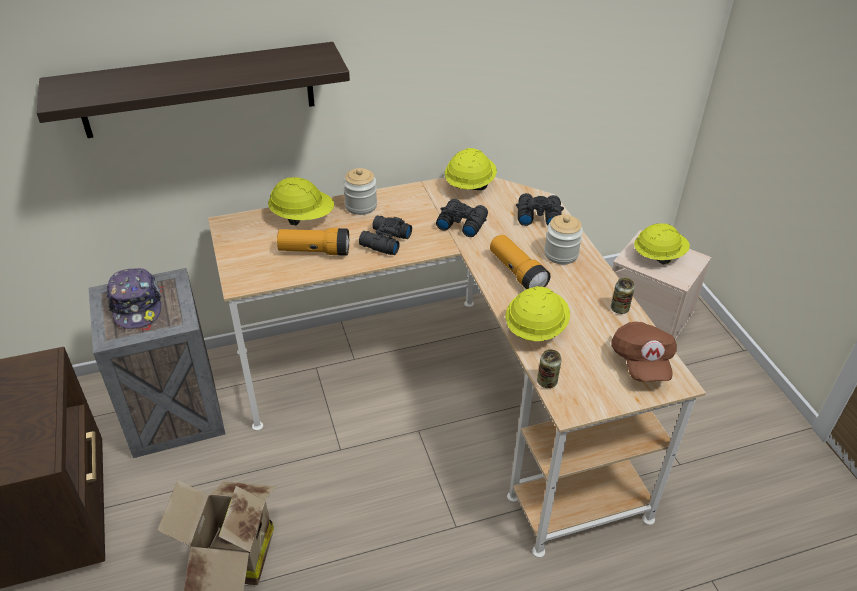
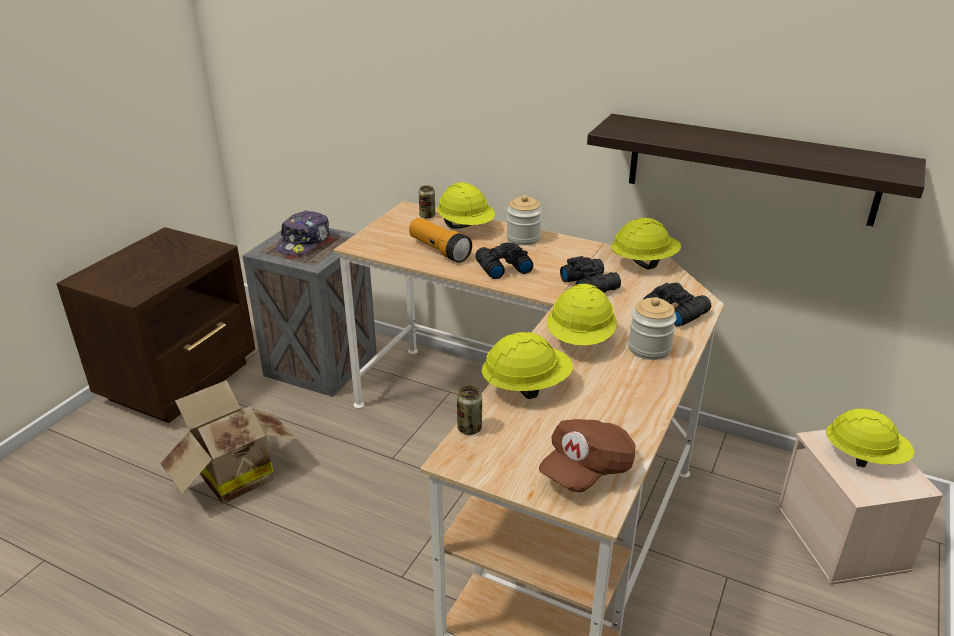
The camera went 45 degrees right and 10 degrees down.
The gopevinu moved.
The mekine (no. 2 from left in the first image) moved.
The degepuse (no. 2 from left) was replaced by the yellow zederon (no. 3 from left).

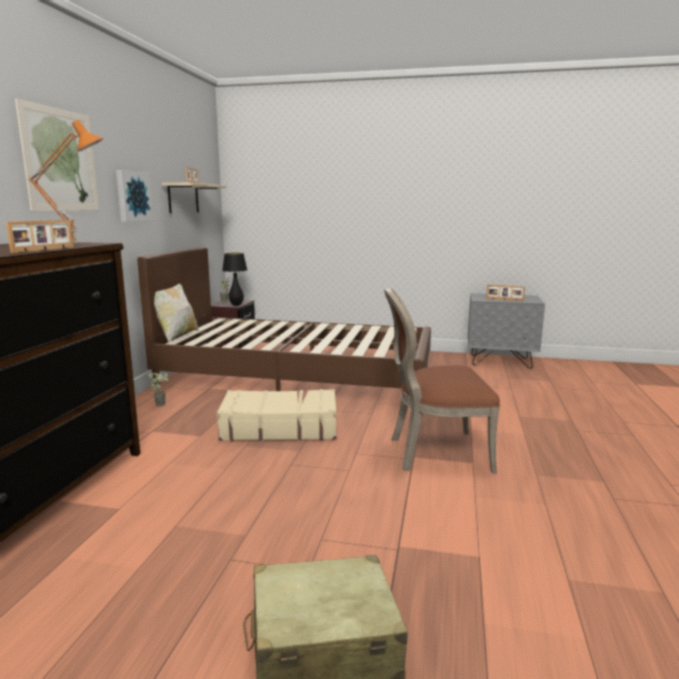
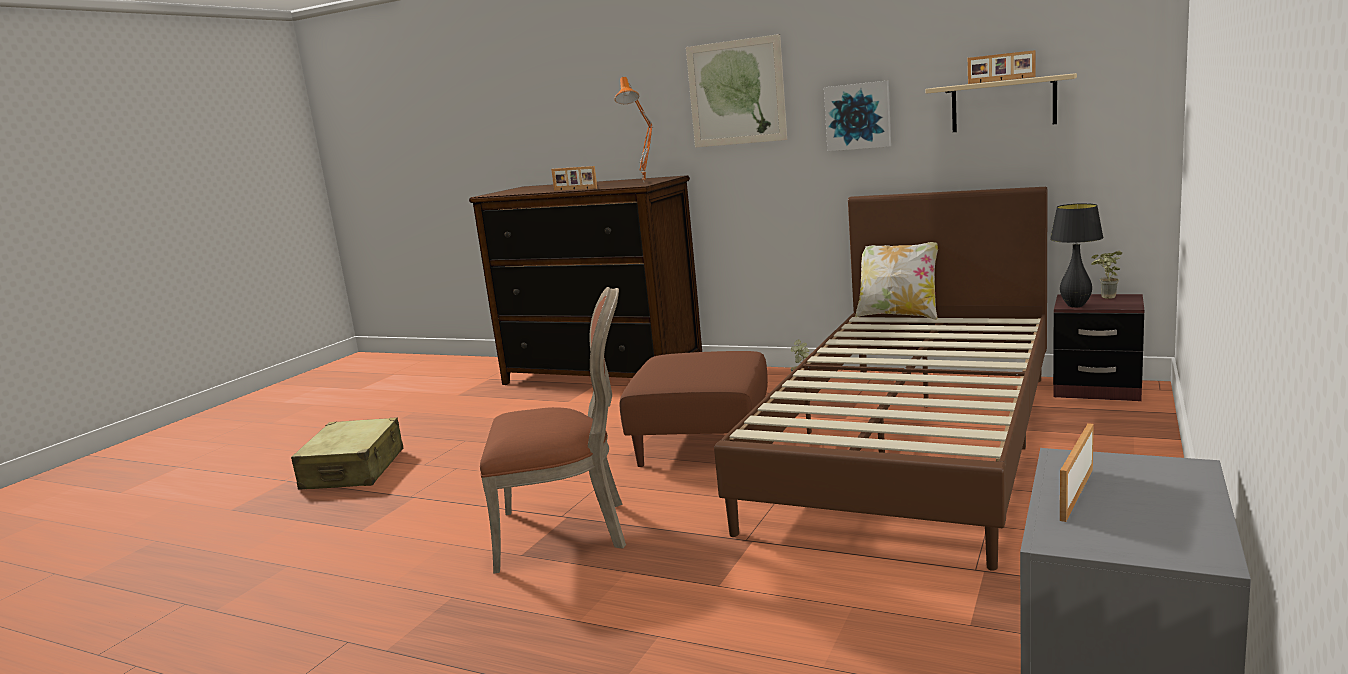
The camera went 105 degrees right and 0 degrees up.
The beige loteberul (no. 1 from left) was replaced by the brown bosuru.
The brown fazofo turned 75 degrees clockwise.

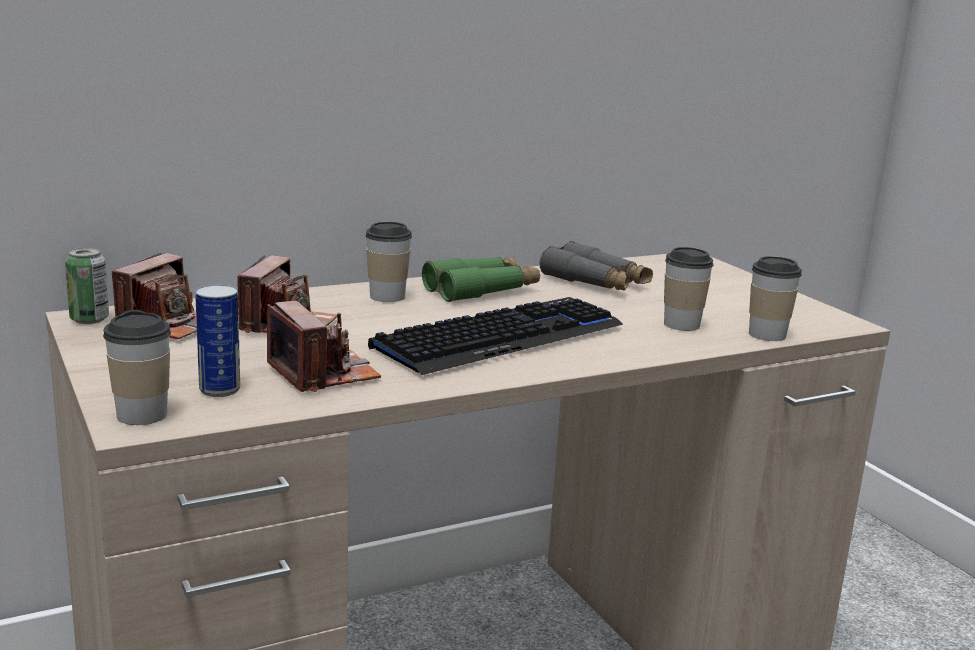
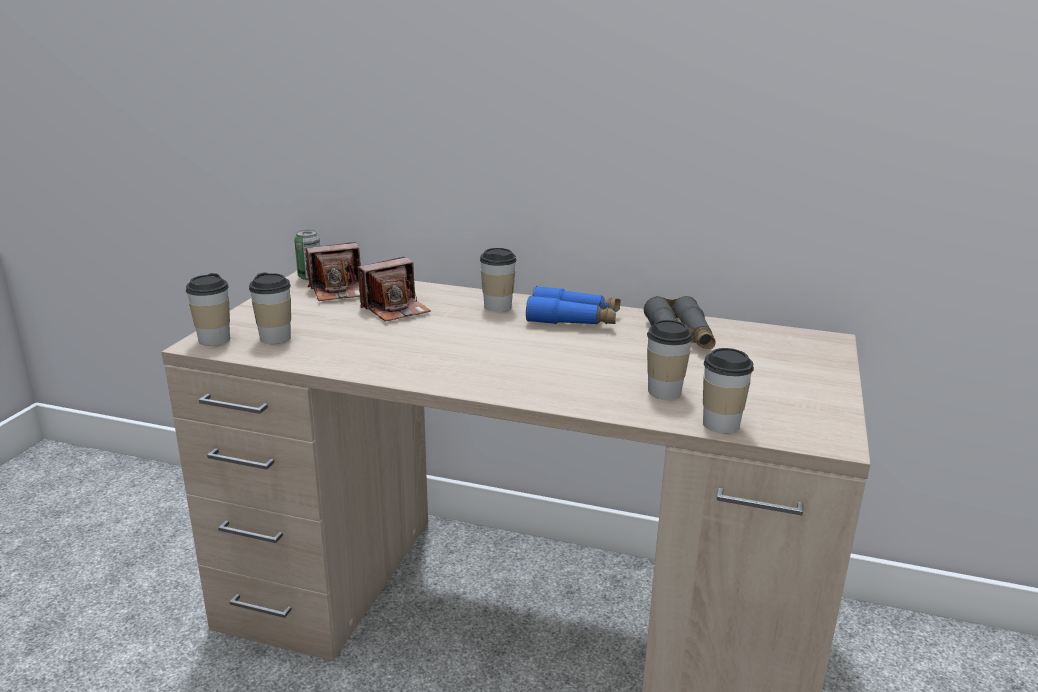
The camera went 45 degrees right and 5 degrees up.
The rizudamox (no. 3 from left) disappeared.
The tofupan disappeared.
The mekine (no. 2 from left) was replaced by the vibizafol (no. 2 from left).
The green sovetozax became the blue sovetozax.

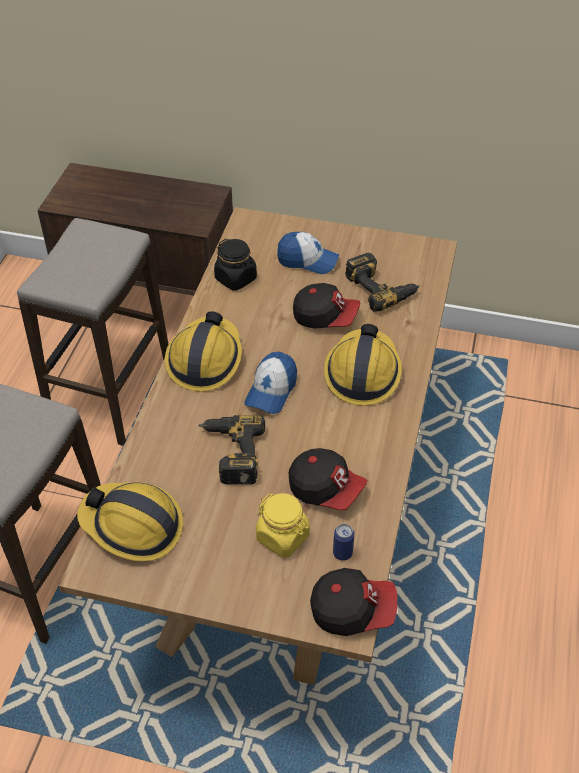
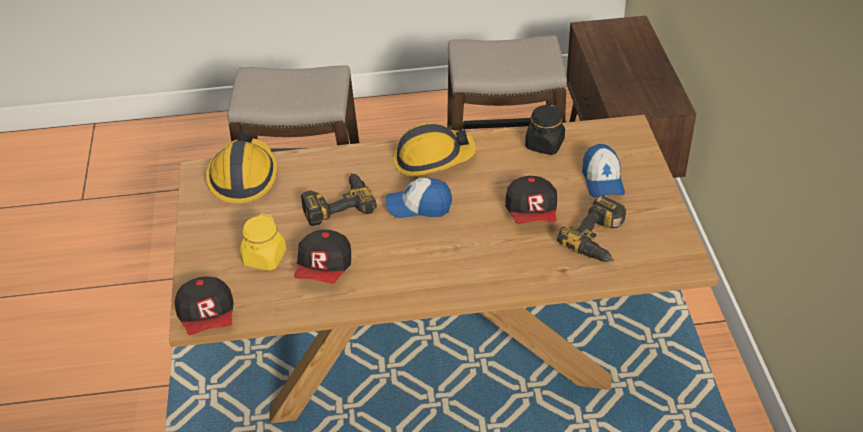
The camera went 70 degrees right and 5 degrees down.
The zederon (no. 3 from left) disappeared.
The mekine disappeared.

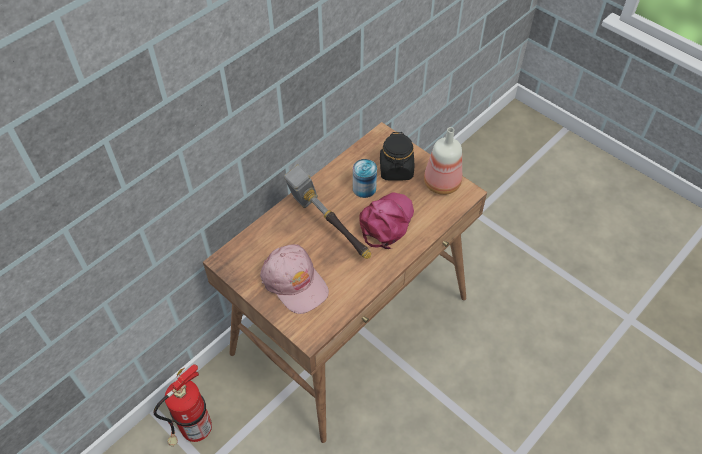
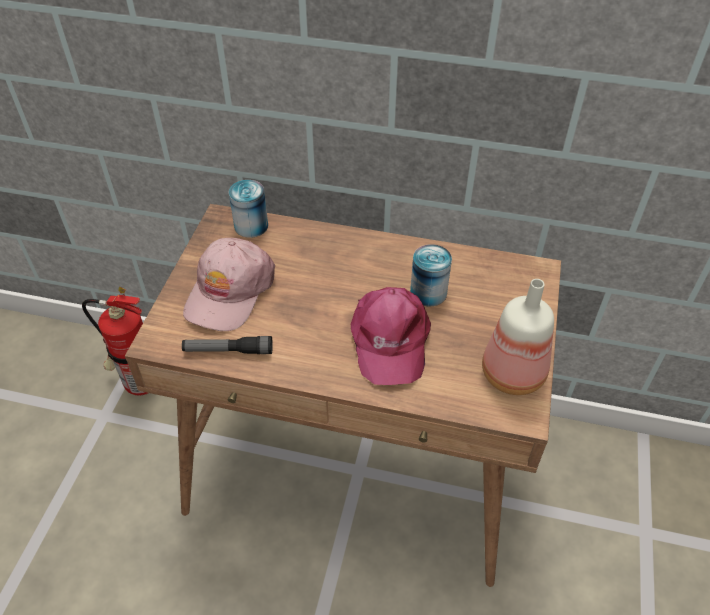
The camera went 60 degrees right and 5 degrees down.
The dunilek disappeared.
The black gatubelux disappeared.
The degepuse appeared.
The mekine (no. 1 from left) appeared.
The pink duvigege (no. 2 from left) turned 90 degrees clockwise.

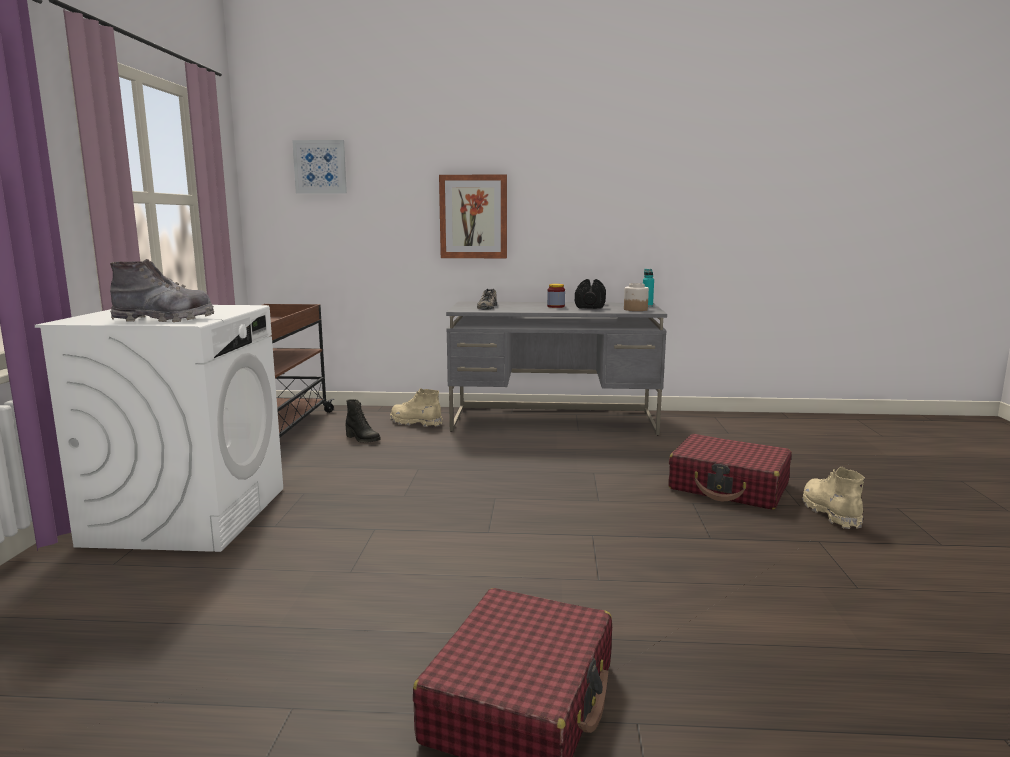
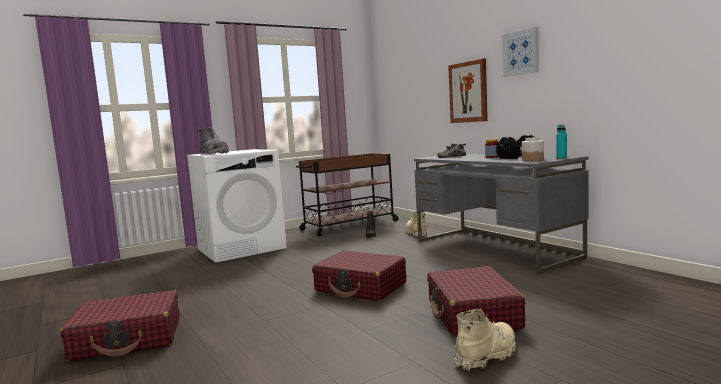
The camera went 55 degrees right and 5 degrees down.
The red loteberul (no. 2 from left) appeared.
The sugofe (no. 1 from left in the first image) moved.

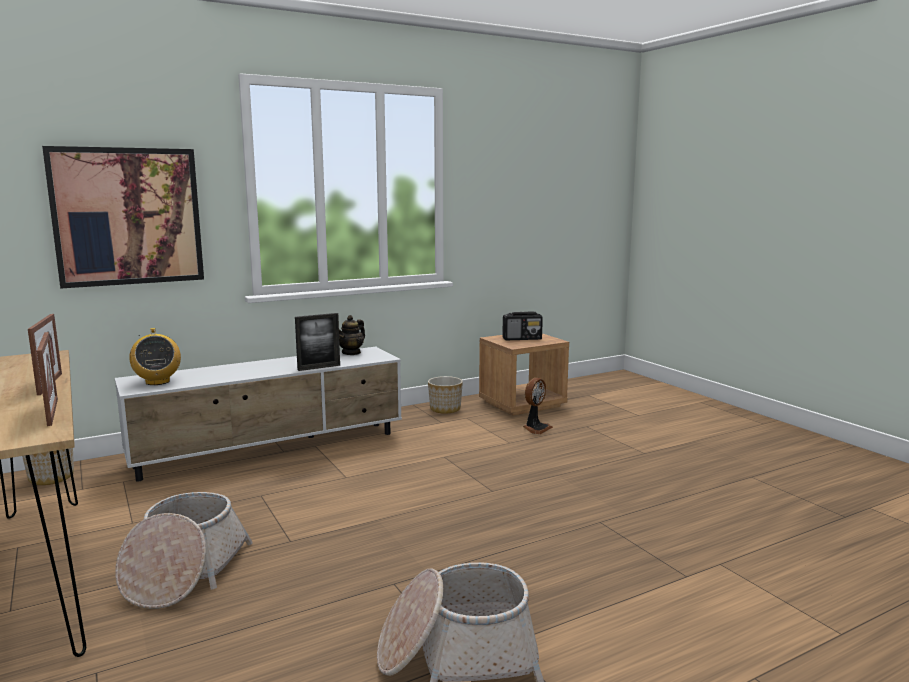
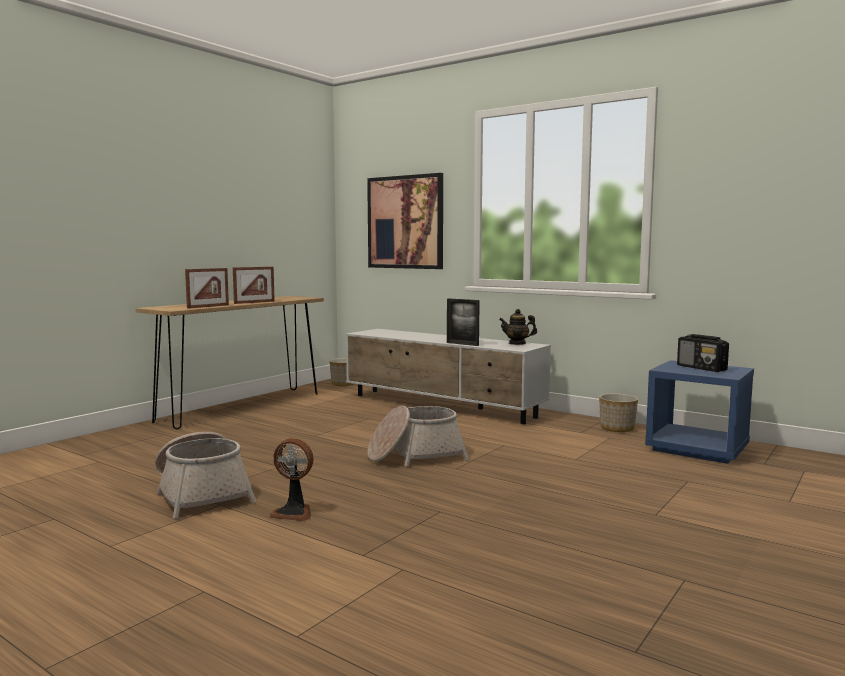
The camera went 65 degrees right and 5 degrees down.
The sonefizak (no. 1 from left) disappeared.
The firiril (no. 1 from left in the first image) moved.
The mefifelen moved.
The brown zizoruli became the blue zizoruli.

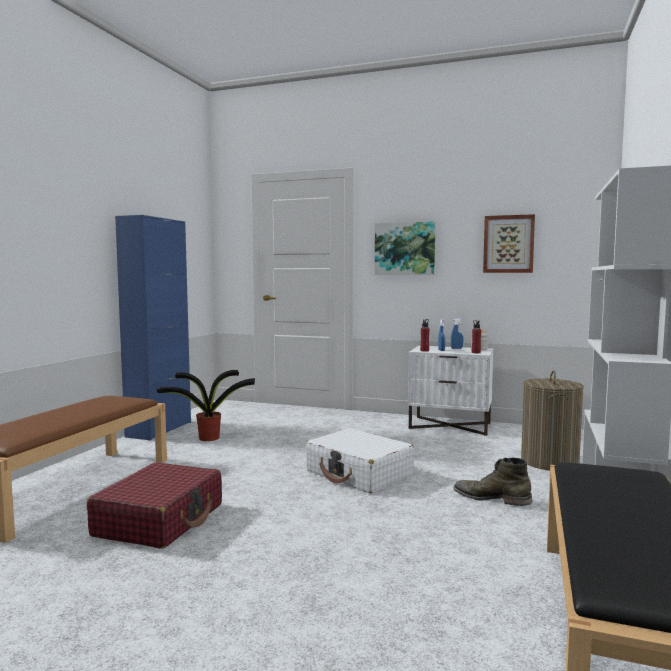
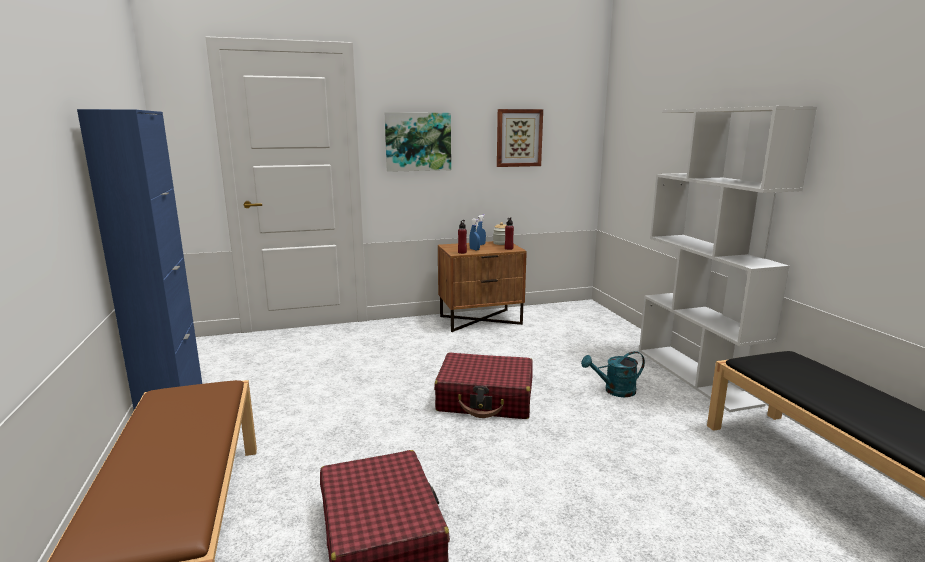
The camera went 35 degrees left and 10 degrees up.
The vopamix disappeared.
The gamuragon disappeared.
The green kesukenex was replaced by the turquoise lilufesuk.
The white loteberul became the red loteberul (no. 2 from left).
The white zizoruli became the brown zizoruli.

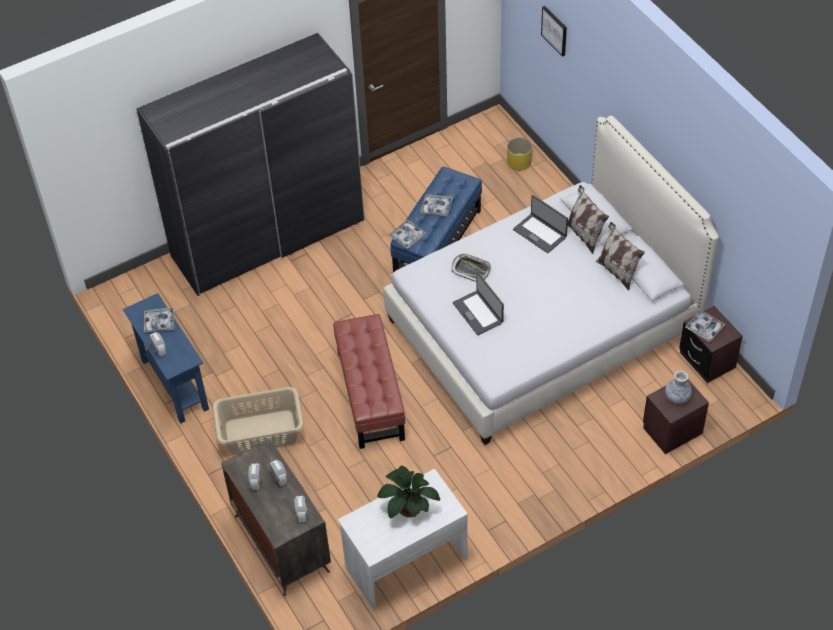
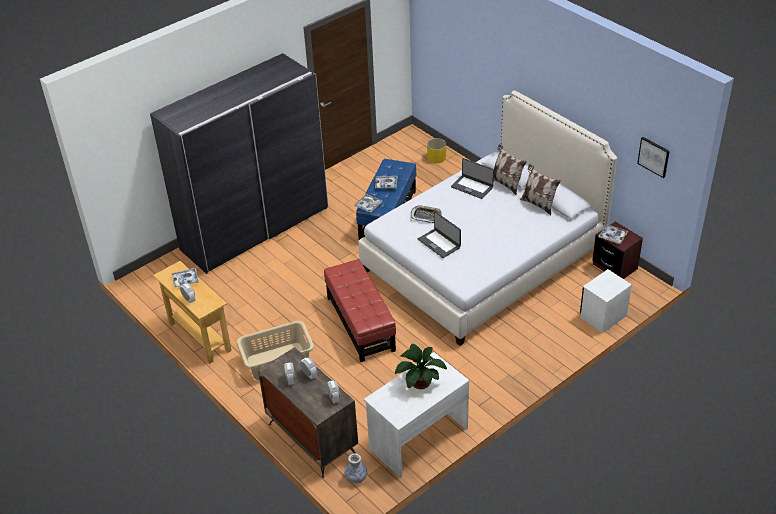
The camera went 10 degrees left and 10 degrees down.
The sugofe moved.
The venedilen moved.
The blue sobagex became the beige sobagex.
The brown zizoruli (no. 1 from left) became the white zizoruli.

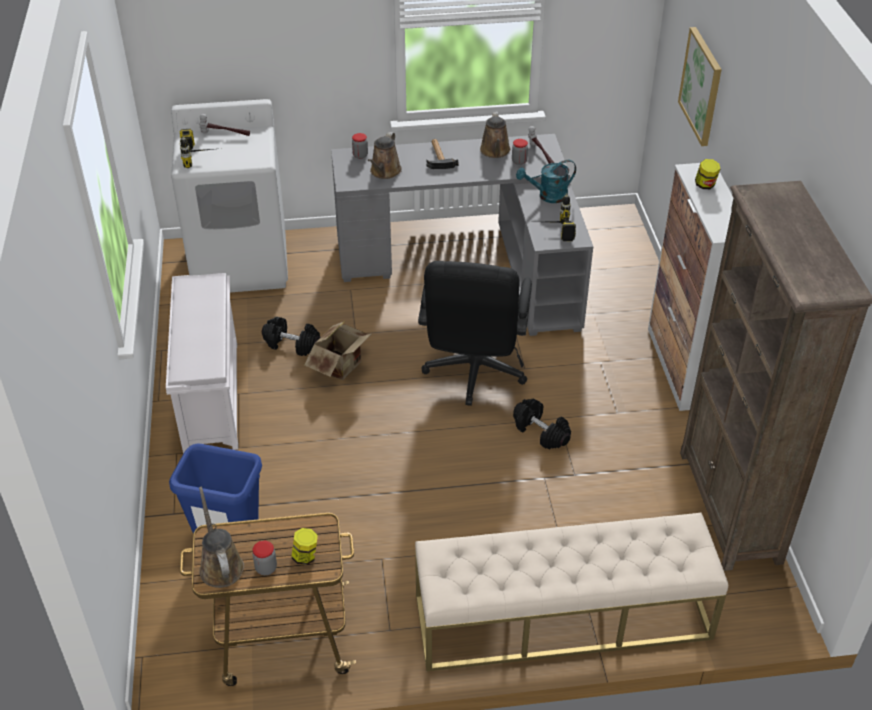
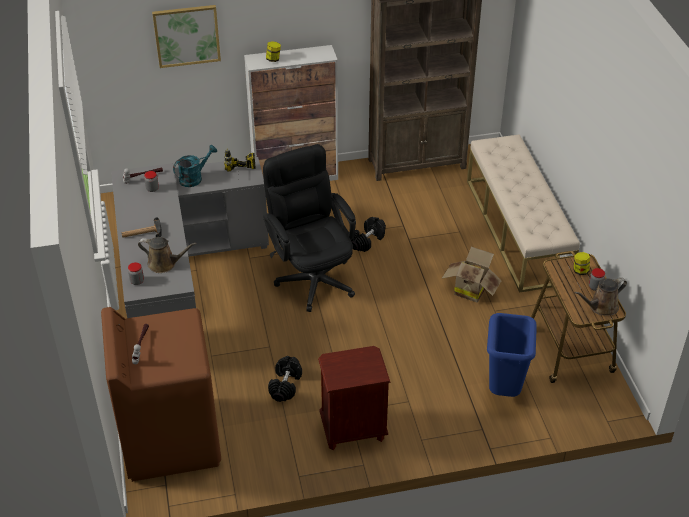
The camera went 95 degrees left and 0 degrees up.
The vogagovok (no. 1 from left) disappeared.
The brown lilufesuk (no. 3 from left) disappeared.
The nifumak moved.
The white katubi was replaced by the brown zizoruli.
The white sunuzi became the brown sunuzi.
The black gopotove turned 120 degrees counterclockwise.
The turquoise lilufesuk turned 105 degrees counterclockwise.

